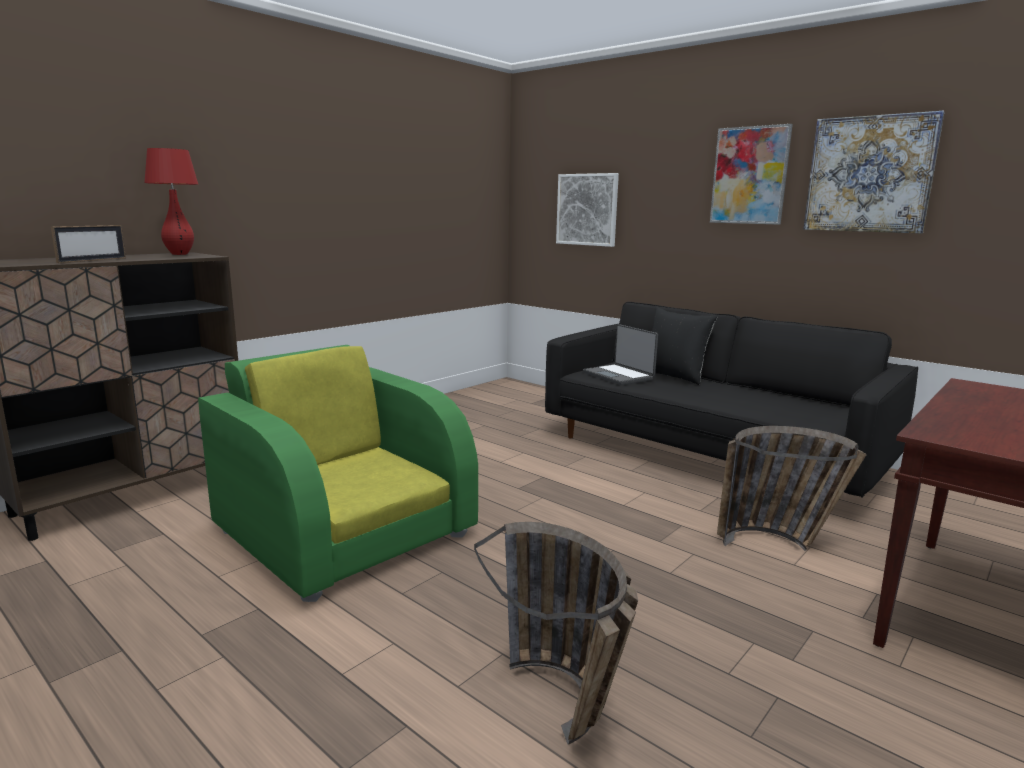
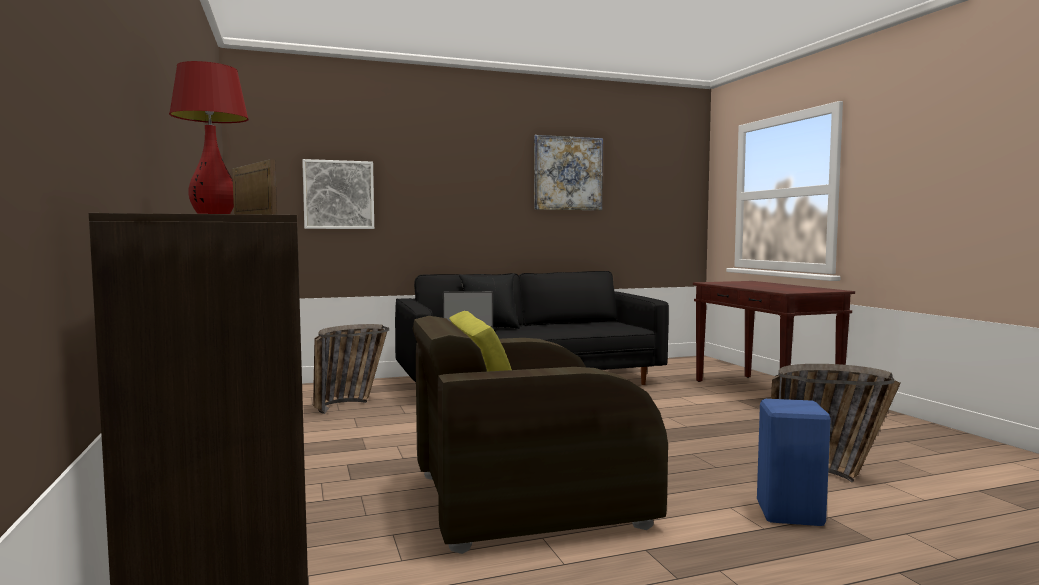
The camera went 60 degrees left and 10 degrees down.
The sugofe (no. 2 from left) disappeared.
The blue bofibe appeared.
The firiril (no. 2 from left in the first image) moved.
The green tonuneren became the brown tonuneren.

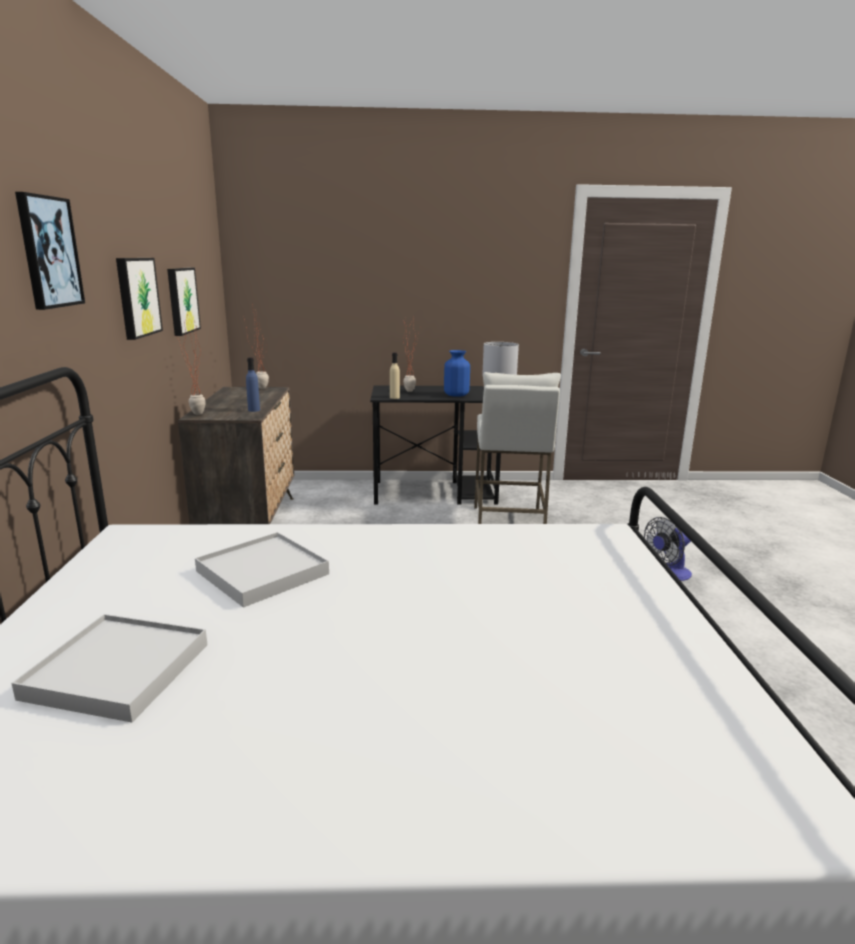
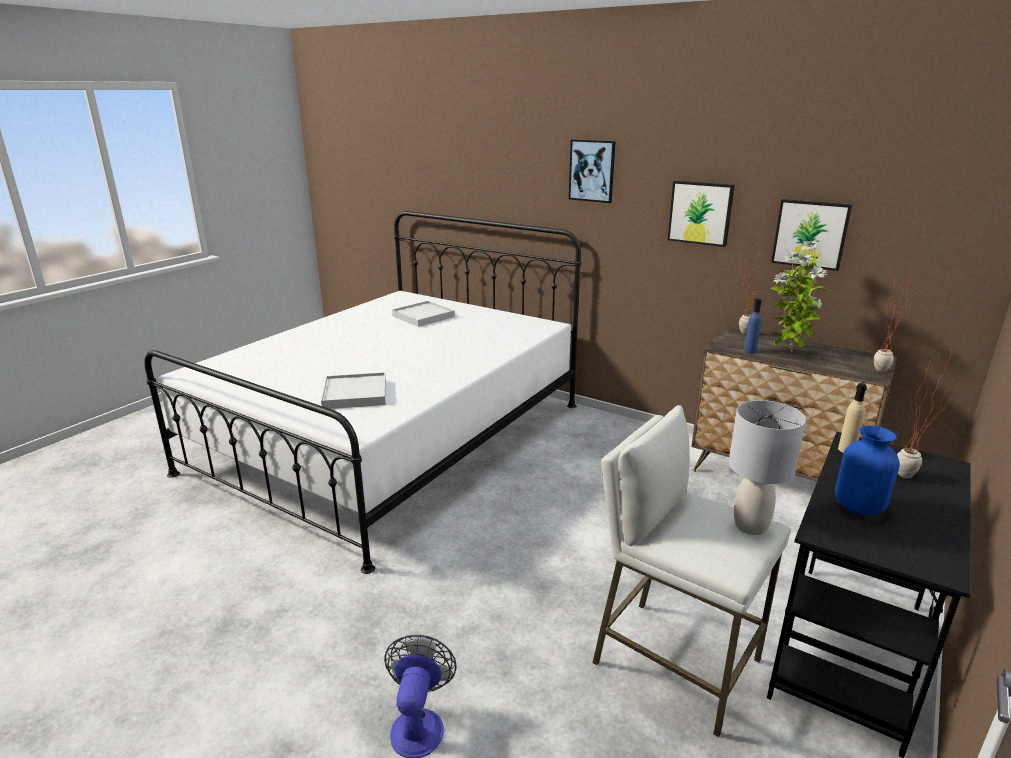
The camera went 125 degrees right and 5 degrees up.
The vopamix (no. 2 from left) appeared.
The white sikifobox (no. 2 from left in the first image) moved.

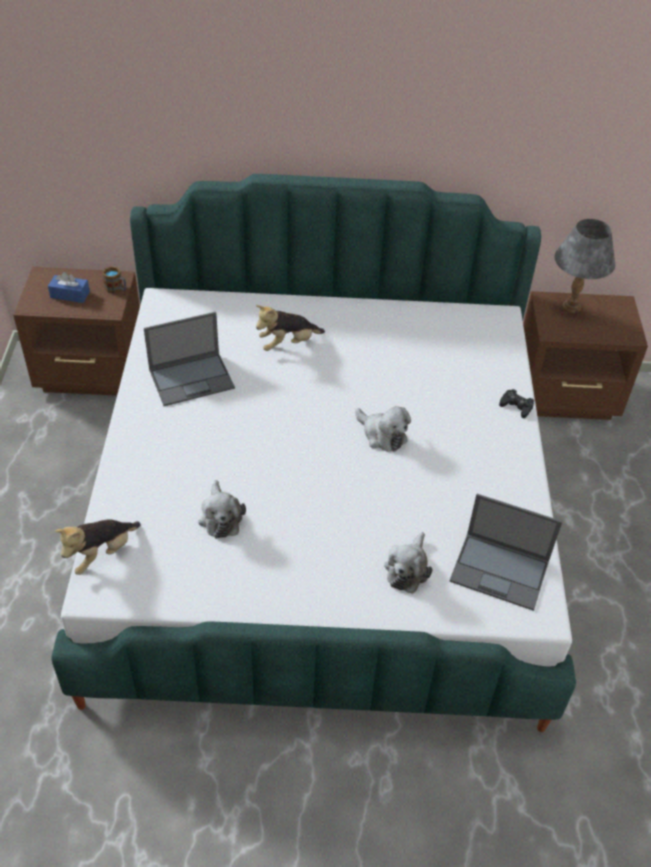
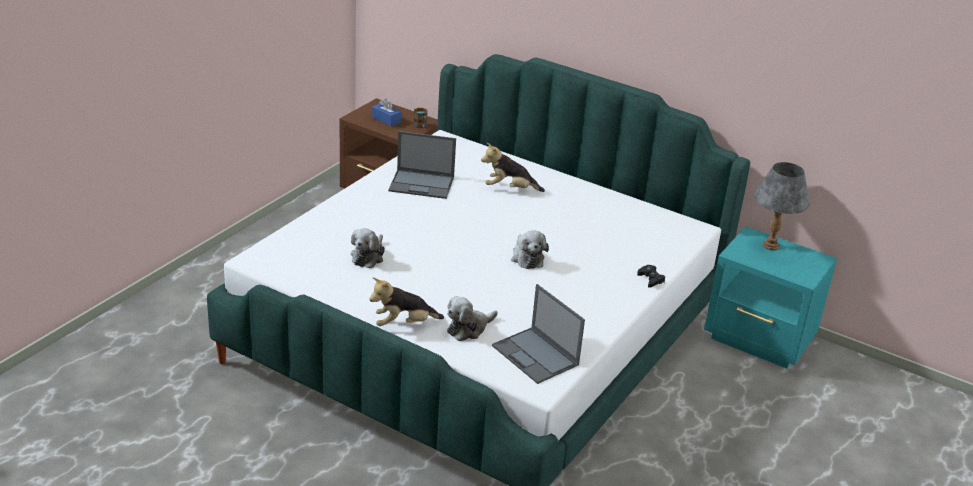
The camera went 30 degrees right and 15 degrees down.
The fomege (no. 1 from left in the first image) moved.
The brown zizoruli (no. 2 from left) became the turquoise zizoruli.

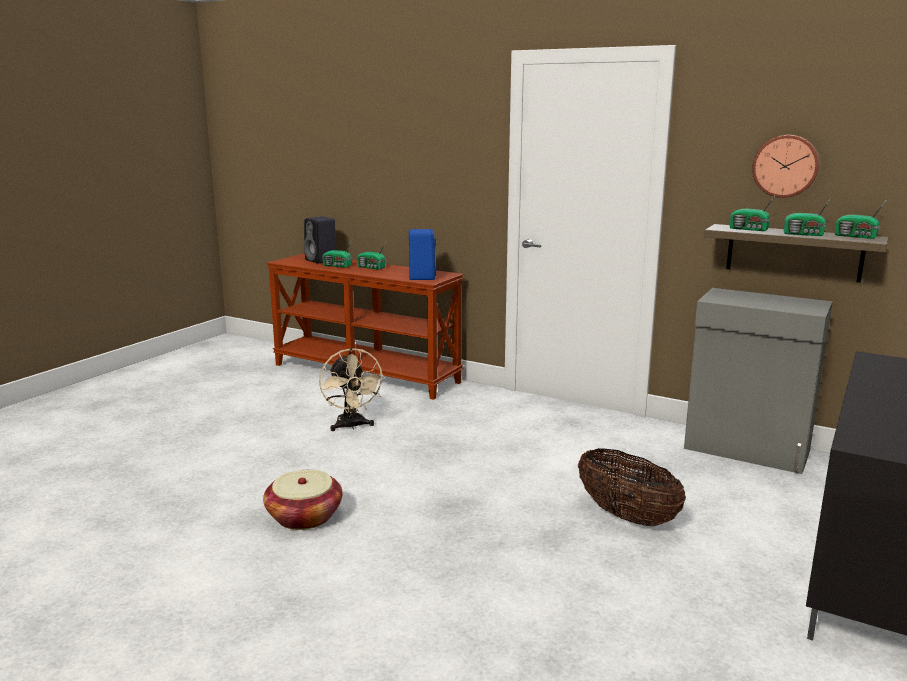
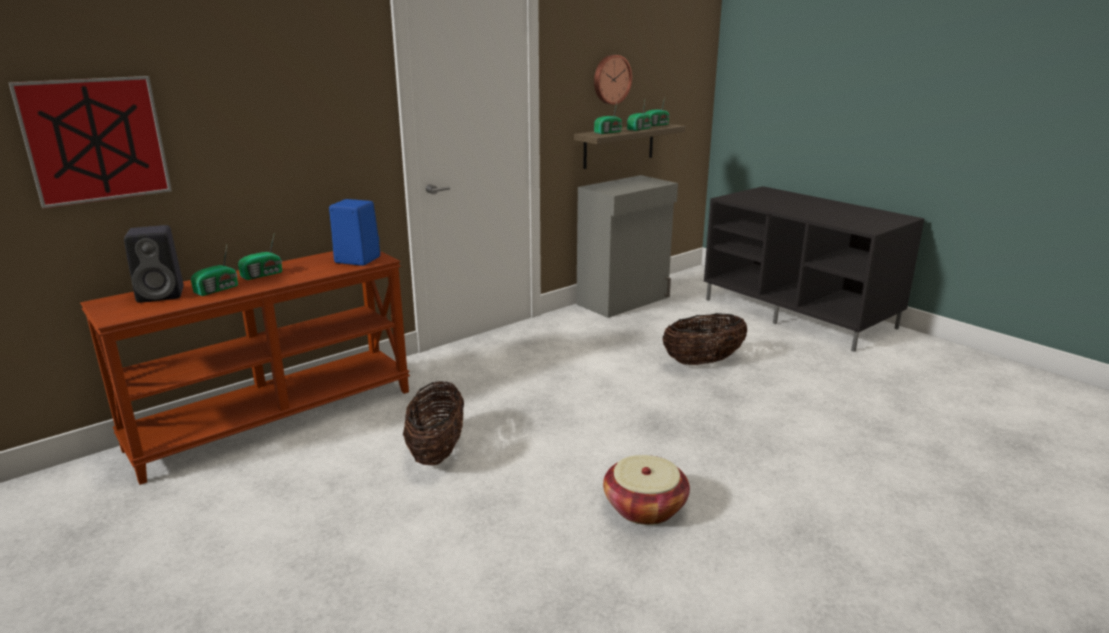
The camera went 70 degrees left and 5 degrees up.
The sugofe appeared.
The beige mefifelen was replaced by the firiril (no. 1 from left).

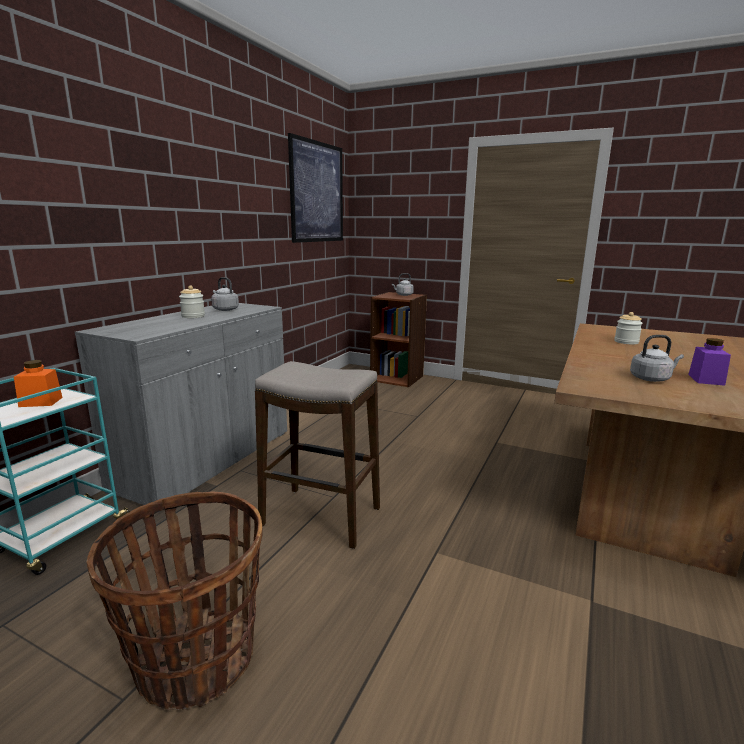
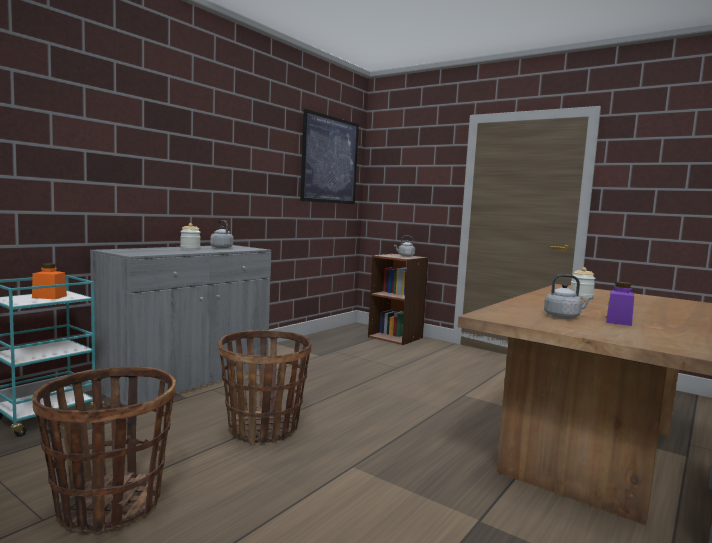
The camera went 10 degrees right and 10 degrees down.
The bofibe was replaced by the firiril (no. 2 from left).

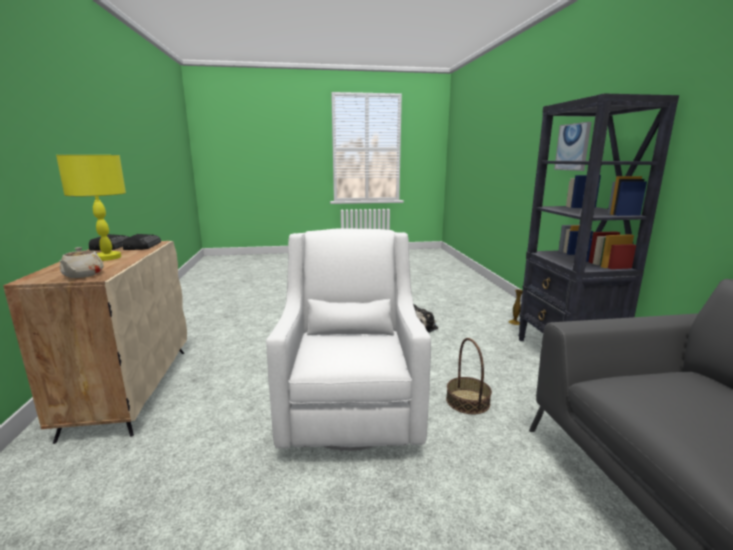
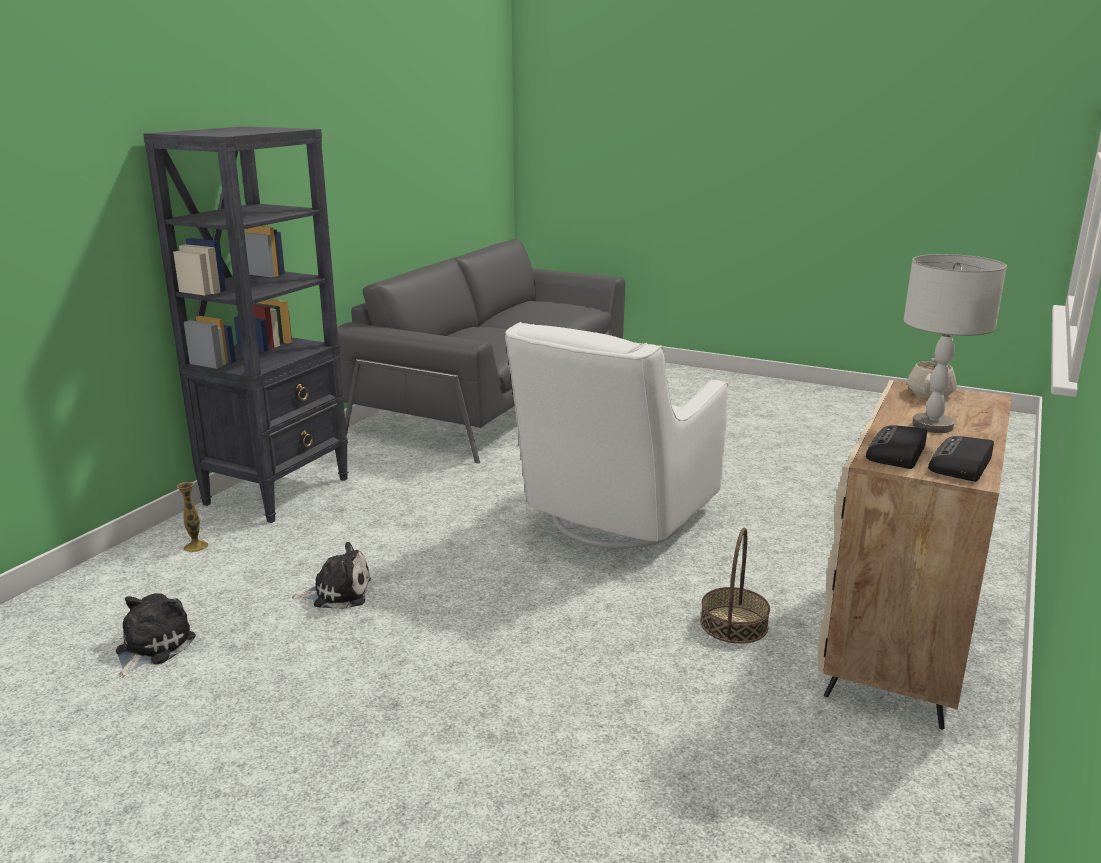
The camera went 145 degrees left and 5 degrees up.
The sugofe disappeared.
The fomege (no. 1 from left) appeared.
The firiril moved.
The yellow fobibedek became the grey fobibedek.

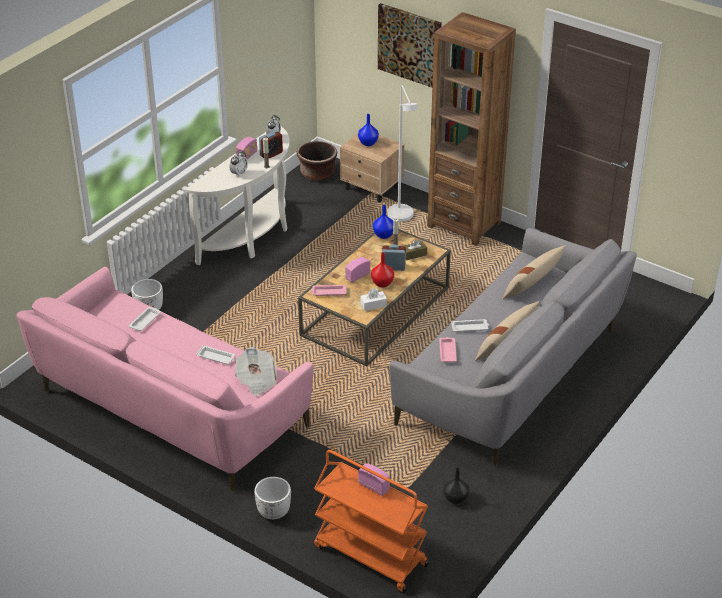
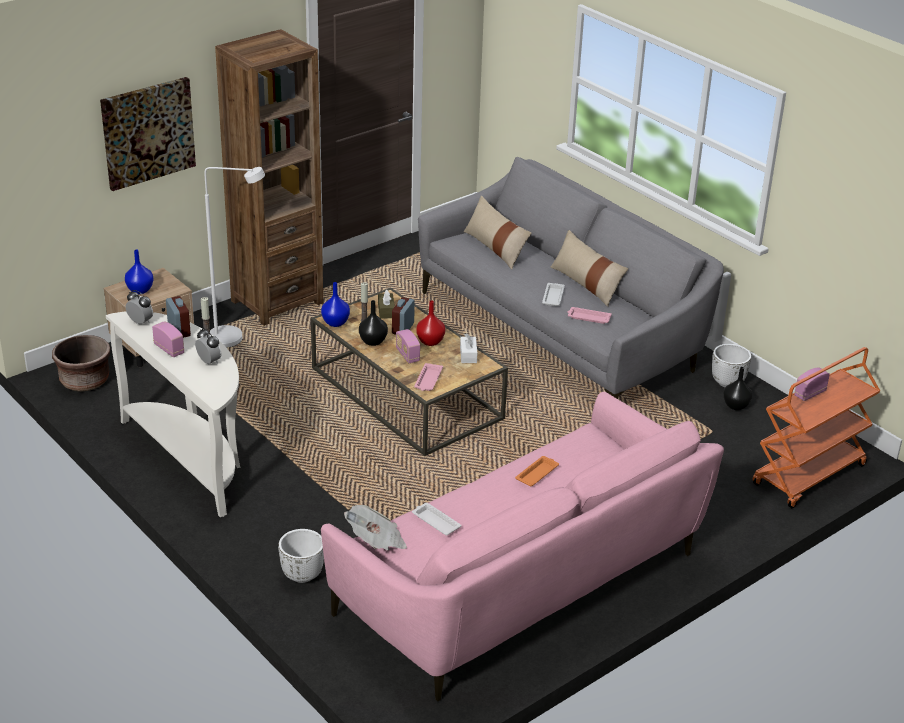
The camera went 75 degrees left and 5 degrees down.
The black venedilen (no. 1 from left) appeared.
The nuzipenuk moved.
The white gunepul (no. 2 from left) moved.
The white sikifobox (no. 2 from left) became the orange sikifobox.

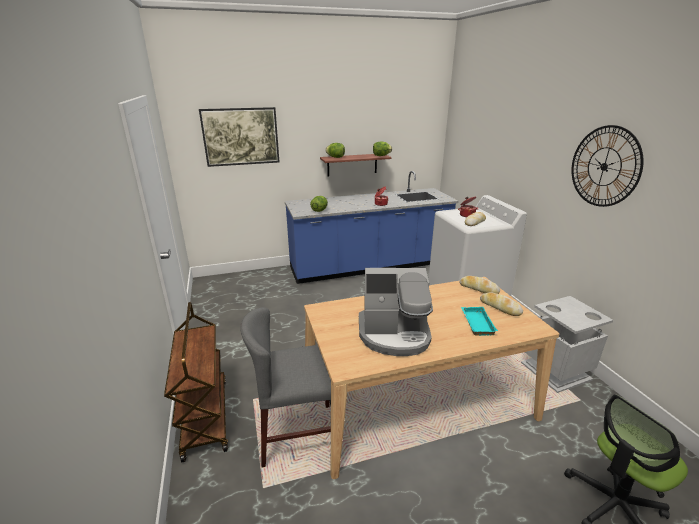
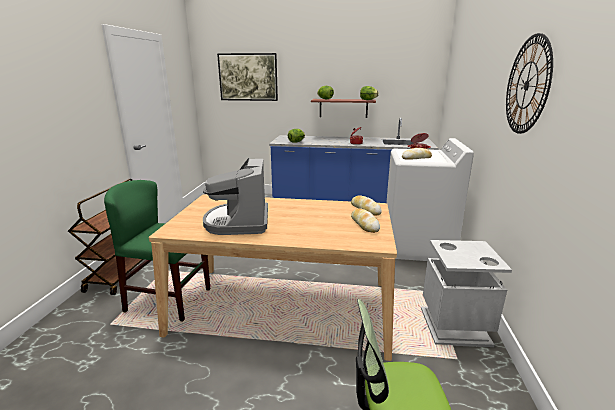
The camera went 25 degrees right and 5 degrees down.
The turquoise sikifobox disappeared.
The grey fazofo became the green fazofo.
The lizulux turned 60 degrees clockwise.

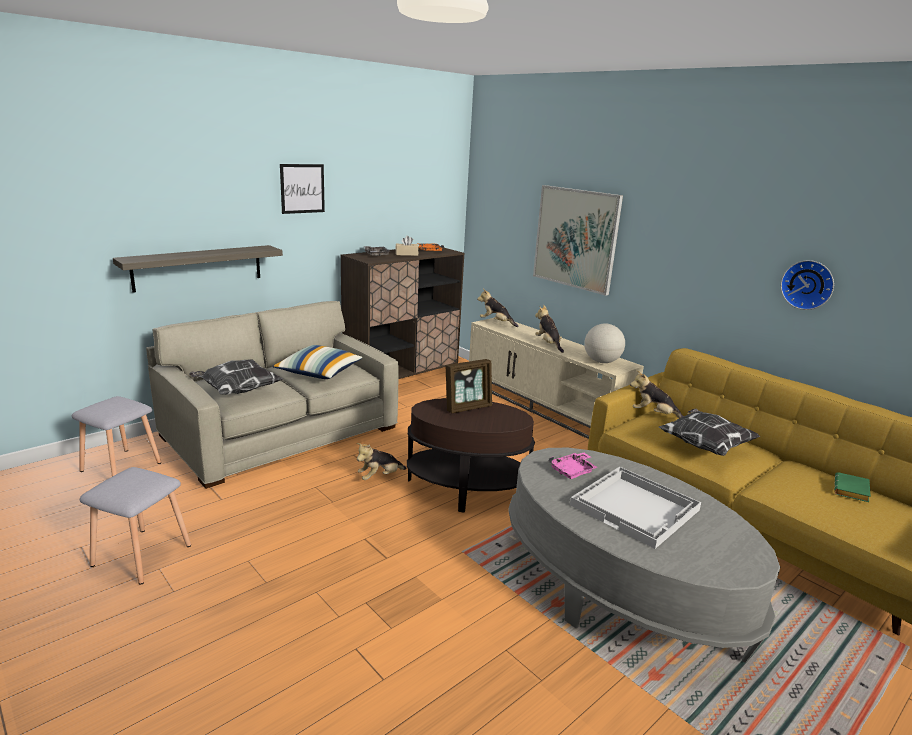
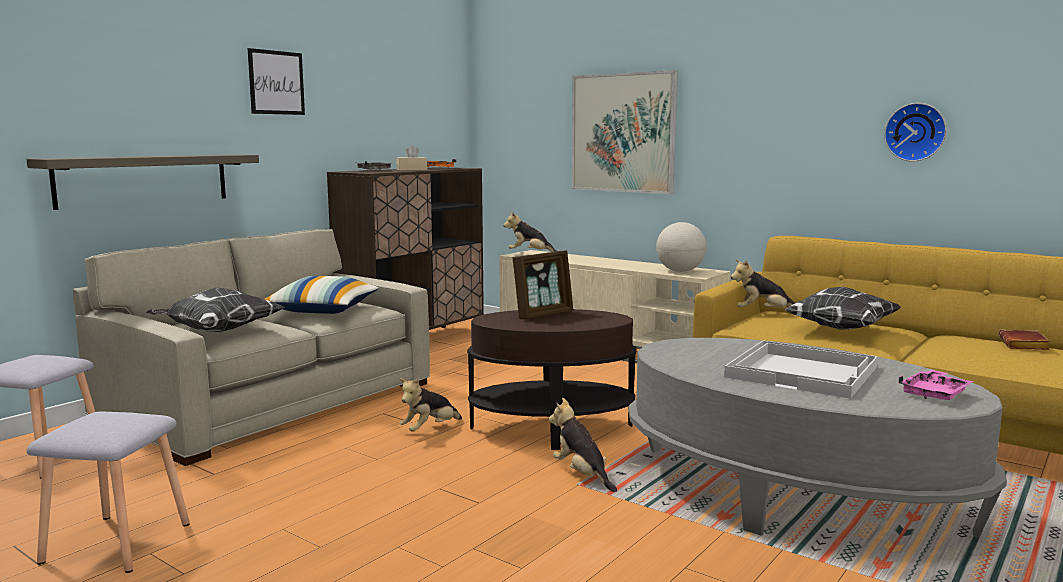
The camera went 10 degrees left and 10 degrees down.
The fomege (no. 3 from left) moved.
The pink sikifobox moved.
The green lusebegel became the brown lusebegel.

